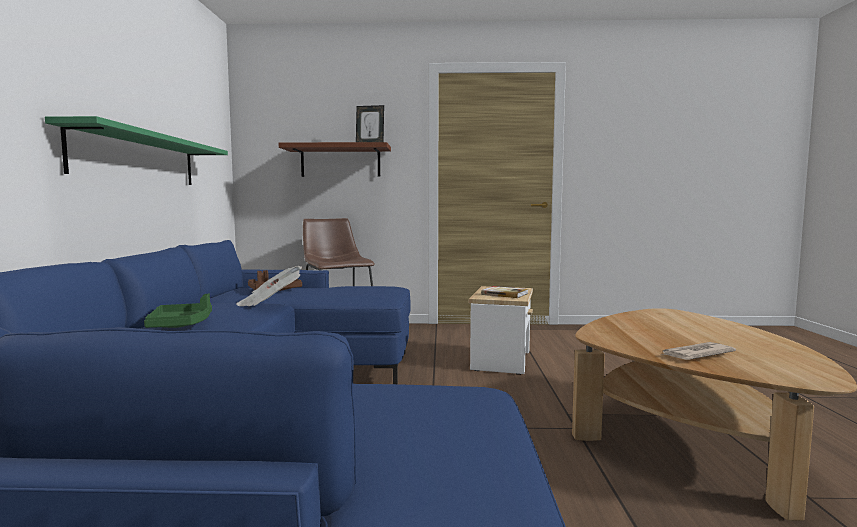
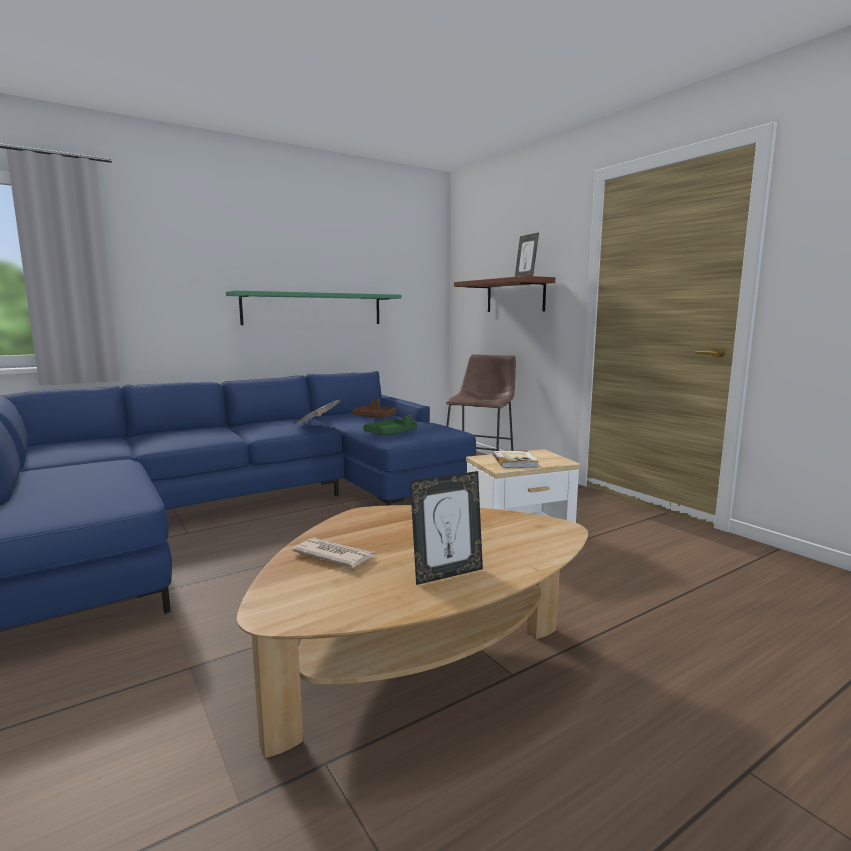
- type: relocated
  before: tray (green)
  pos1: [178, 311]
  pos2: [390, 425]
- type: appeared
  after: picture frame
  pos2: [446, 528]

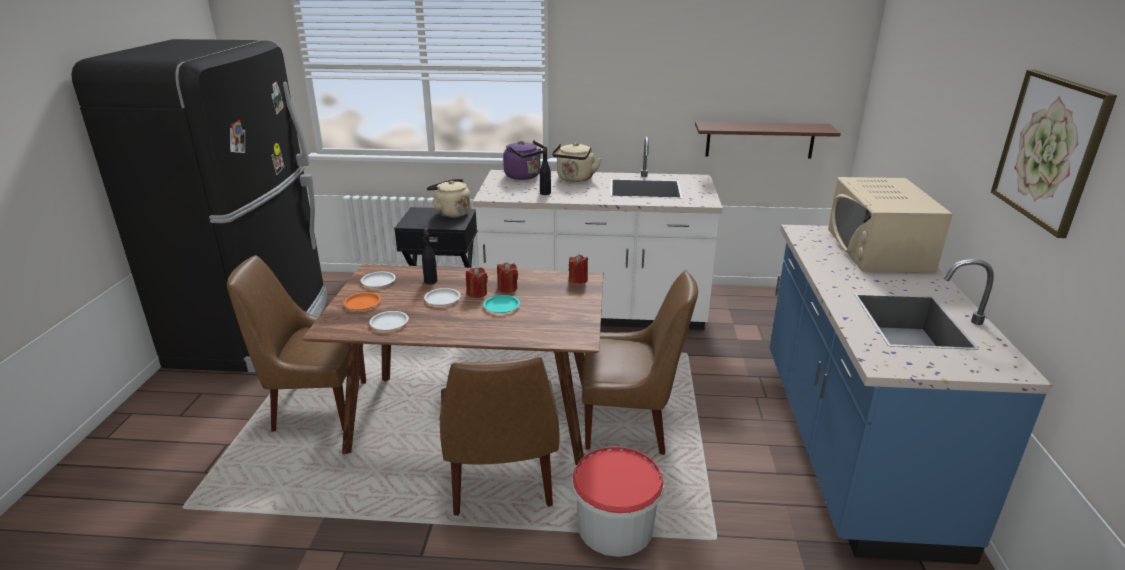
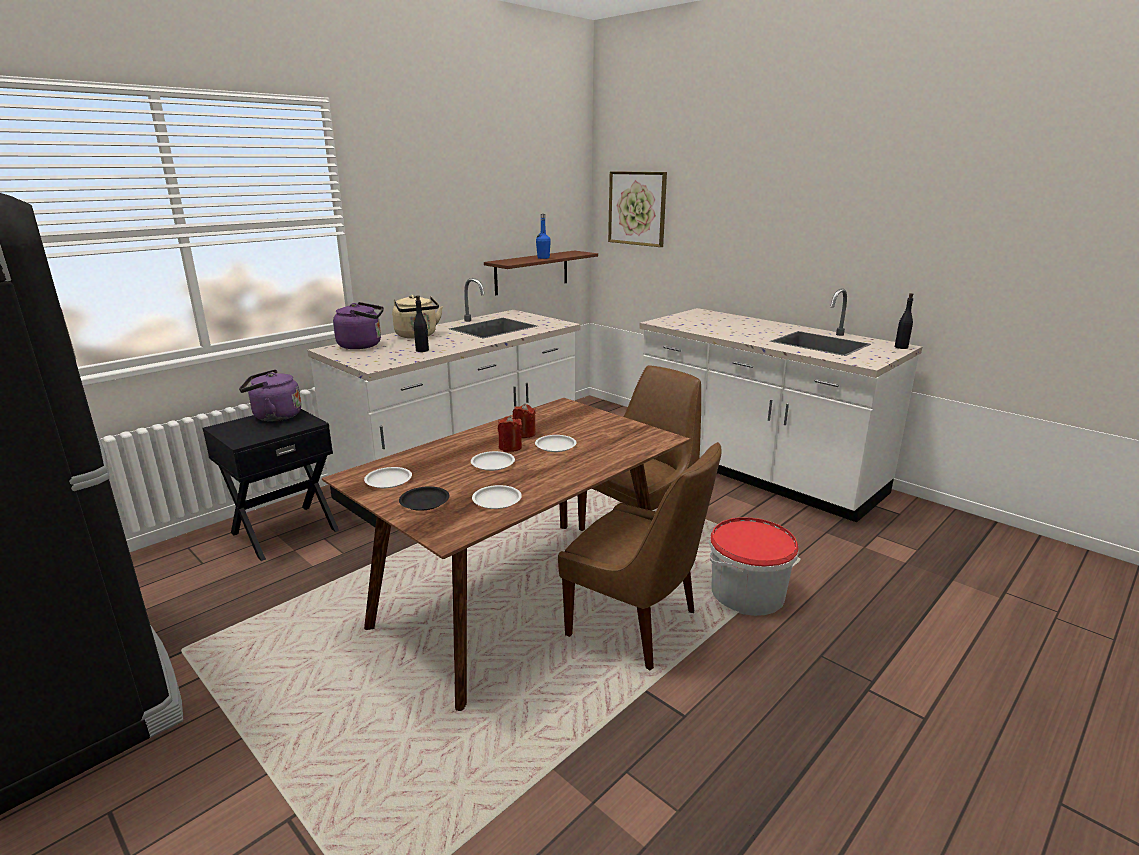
- type: relocated
  before: picture
  pos1: [1054, 153]
  pos2: [637, 209]
- type: missing
  before: microwave (beige)
  pos1: [890, 225]
- type: colour
  before: kettle (beige)
  after: kettle (purple)
  pos1: [449, 198]
  pos2: [270, 395]
- type: colour
  before: counter (blue)
  after: counter (white)
  pos1: [911, 395]
  pos2: [780, 405]
- type: relocated
  before: bottle (black)
  pos1: [429, 256]
  pos2: [904, 321]
- type: missing
  before: candle (red)
  pos1: [578, 269]
- type: missing
  before: chair (brown)
  pos1: [296, 343]
- type: colour
  before: plate (orange)
  after: plate (black)
  pos1: [362, 301]
  pos2: [424, 498]
- type: colour
  before: plate (turquoise)
  after: plate (white)
  pos1: [501, 304]
  pos2: [555, 443]
- type: appeared
  after: bottle (blue)
  pos2: [543, 236]

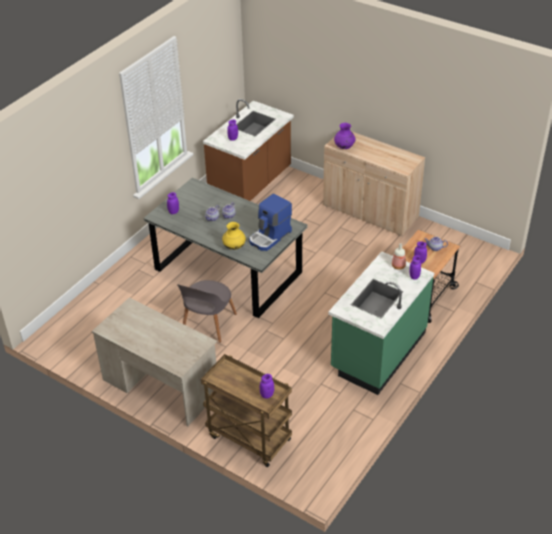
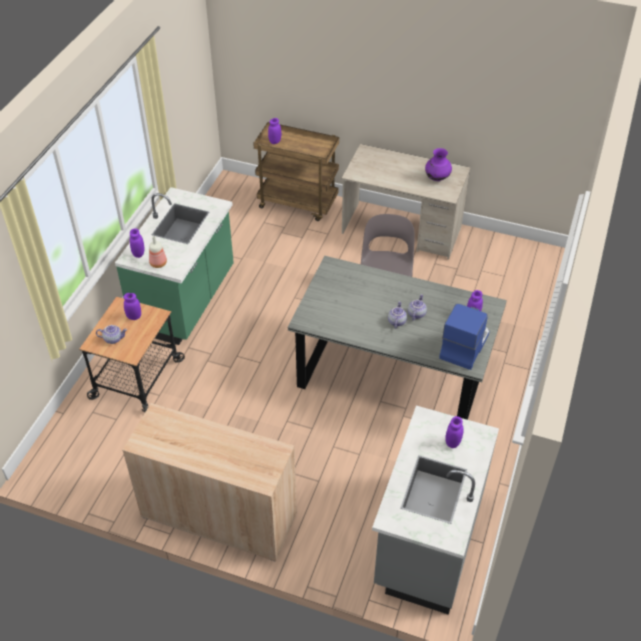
- type: colour
  before: counter (brown)
  after: counter (grey)
  pos1: [248, 150]
  pos2: [435, 510]
- type: relocated
  before: vase (purple)
  pos1: [345, 136]
  pos2: [438, 164]
- type: relocated
  before: coffee machine
  pos1: [270, 222]
  pos2: [464, 337]
- type: missing
  before: vase (yellow)
  pos1: [234, 236]

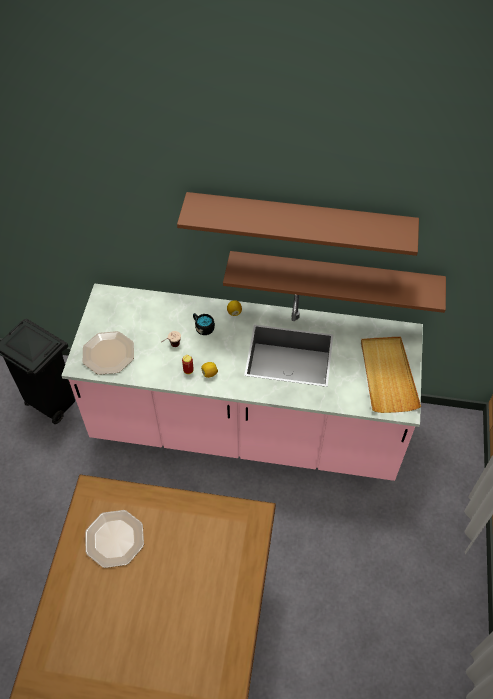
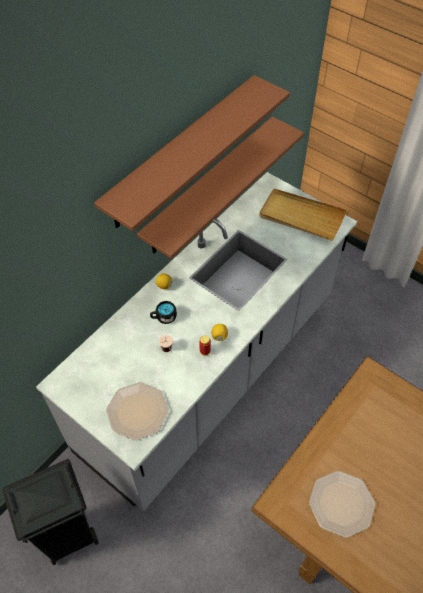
- type: colour
  before: counter (pink)
  after: counter (grey)
  pos1: [242, 382]
  pos2: [196, 341]

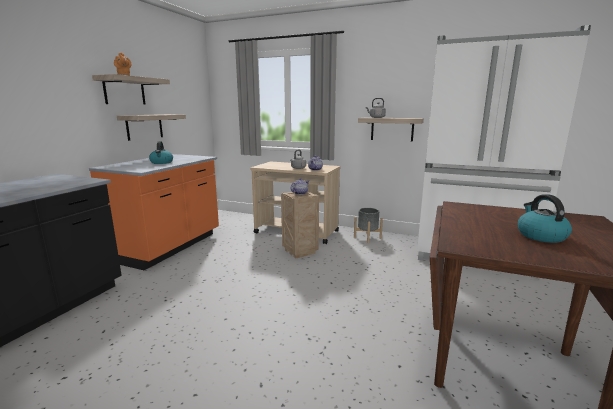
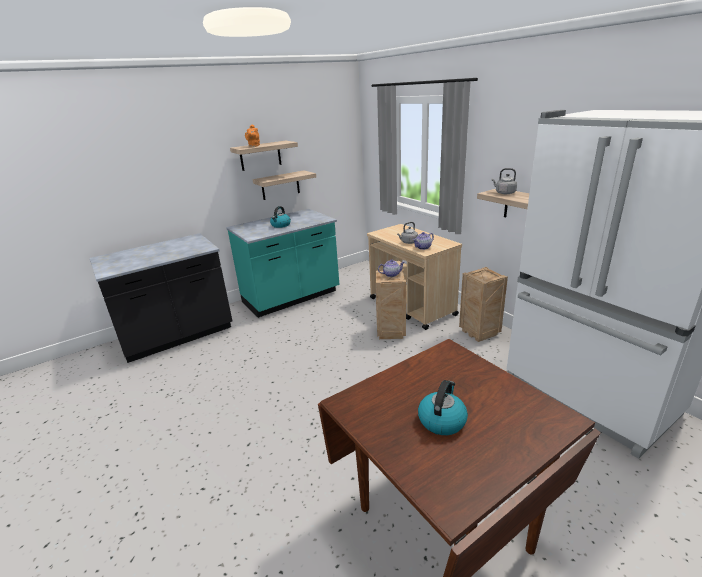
- type: colour
  before: counter (orange)
  after: counter (turquoise)
  pos1: [154, 212]
  pos2: [282, 263]
- type: exchanged
  before: planter (grey)
  after: crate
  pos1: [368, 225]
  pos2: [483, 304]

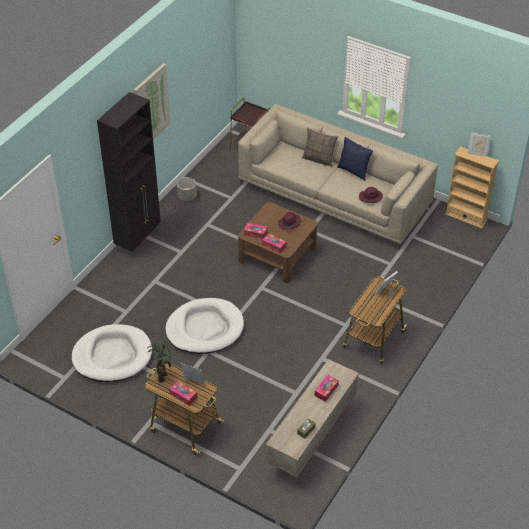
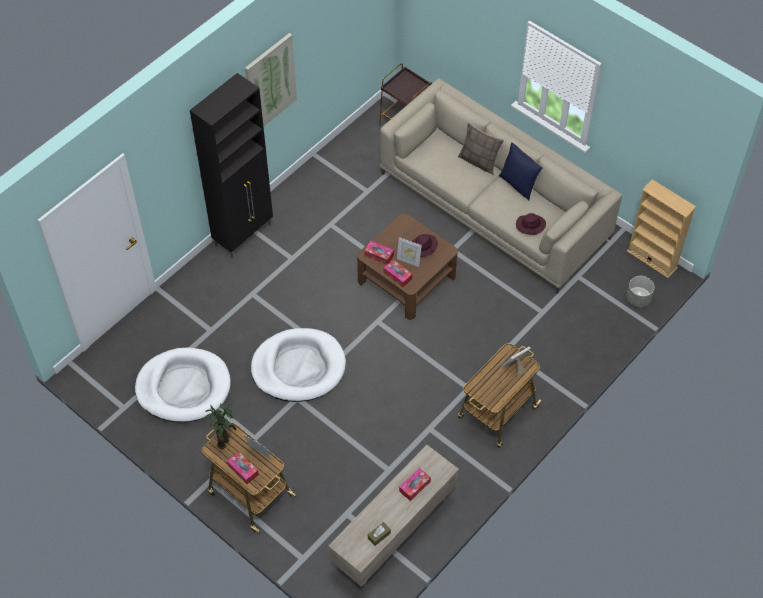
- type: relocated
  before: picture frame
  pos1: [479, 144]
  pos2: [409, 252]
- type: relocated
  before: planter (grey)
  pos1: [187, 189]
  pos2: [640, 291]

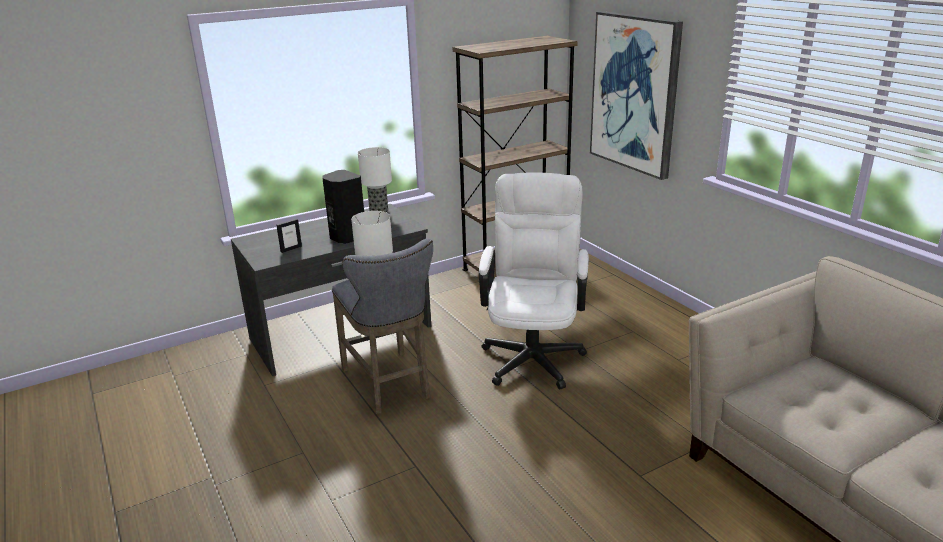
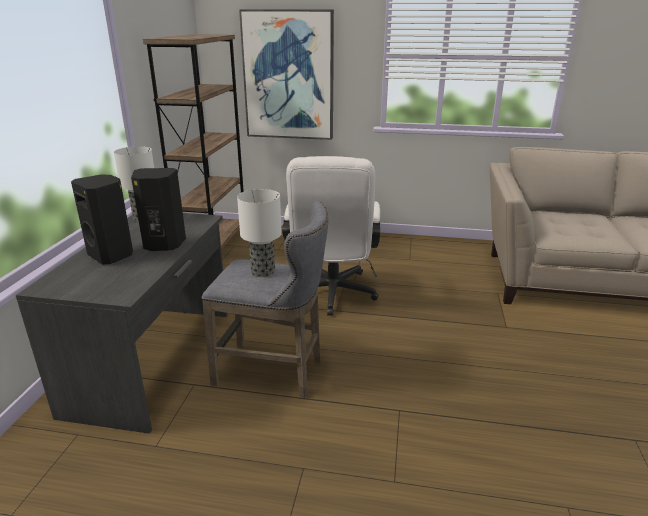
- type: spun
  before: office chair (white)
  pos1: [534, 281]
  pos2: [331, 236]
  turn: -135
- type: missing
  before: picture frame
  pos1: [289, 236]
- type: appeared
  after: speaker (black)
  pos2: [102, 219]

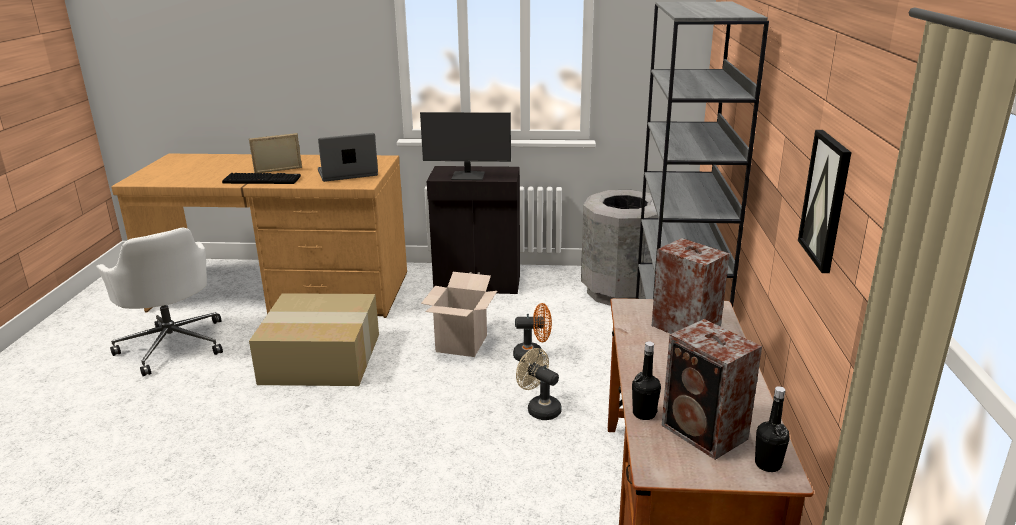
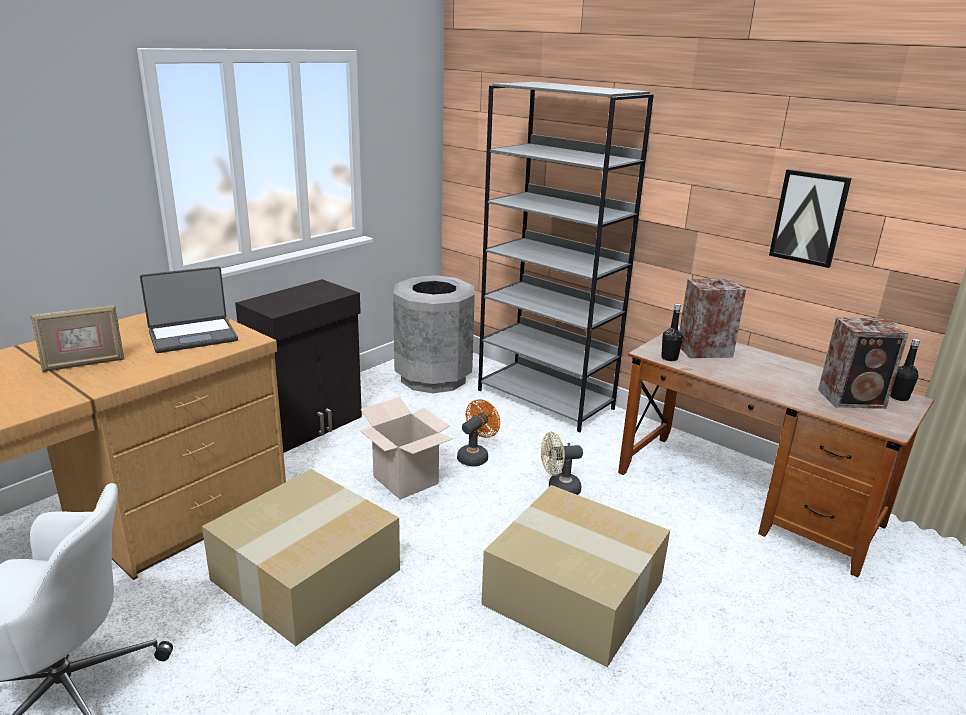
- type: missing
  before: monitor
  pos1: [465, 146]
- type: spun
  before: picture frame
  pos1: [275, 153]
  pos2: [77, 338]
  turn: -135
- type: spun
  before: laptop
  pos1: [348, 157]
  pos2: [189, 309]
  turn: -135
- type: missing
  before: keyboard
  pos1: [261, 178]
- type: relocated
  before: bottle (black)
  pos1: [646, 381]
  pos2: [672, 332]
- type: appeared
  after: cardboard box
  pos2: [575, 576]

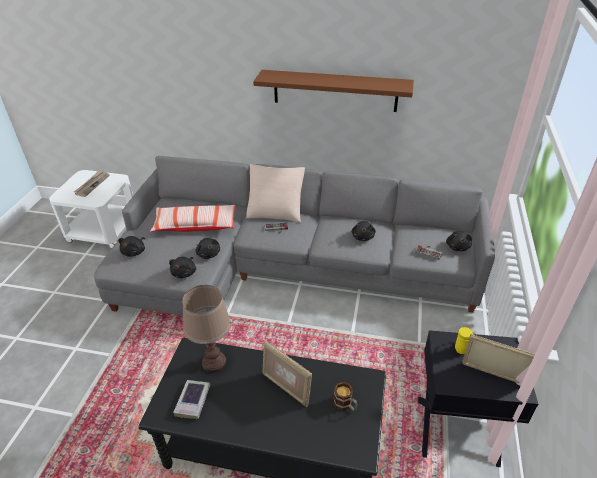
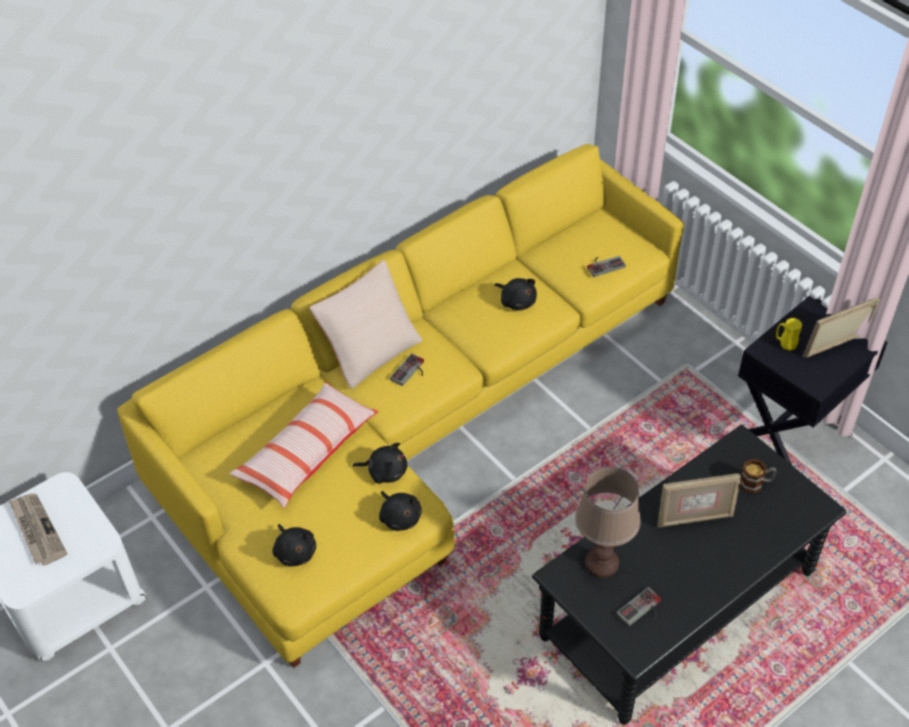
- type: missing
  before: shelf (brown)
  pos1: [333, 91]
- type: colour
  before: sofa (grey)
  after: sofa (yellow)
  pos1: [294, 236]
  pos2: [400, 406]
- type: missing
  before: plush toy (black)
  pos1: [459, 241]
- type: exchanged
  before: book
  after: game controller
  pos1: [191, 399]
  pos2: [638, 606]

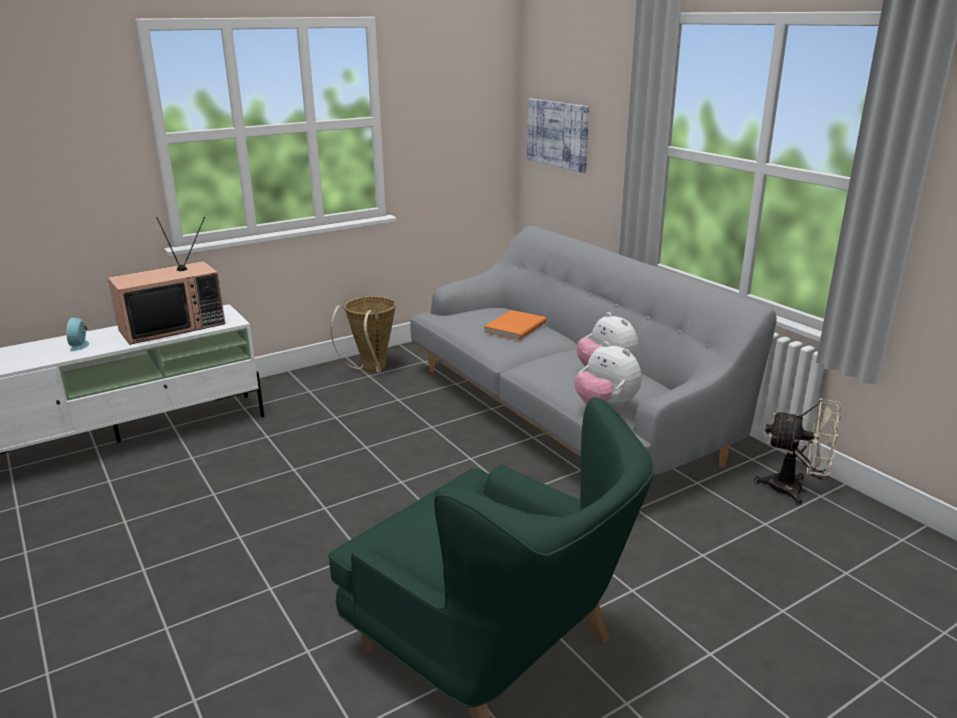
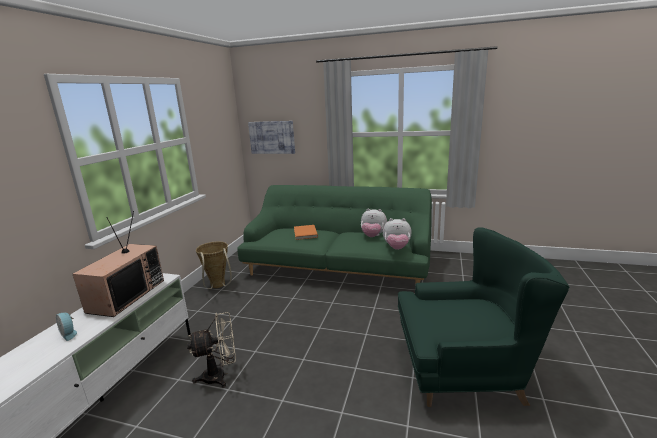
- type: colour
  before: sofa (grey)
  after: sofa (green)
  pos1: [593, 350]
  pos2: [334, 234]
- type: relocated
  before: fan (beige)
  pos1: [797, 451]
  pos2: [211, 350]

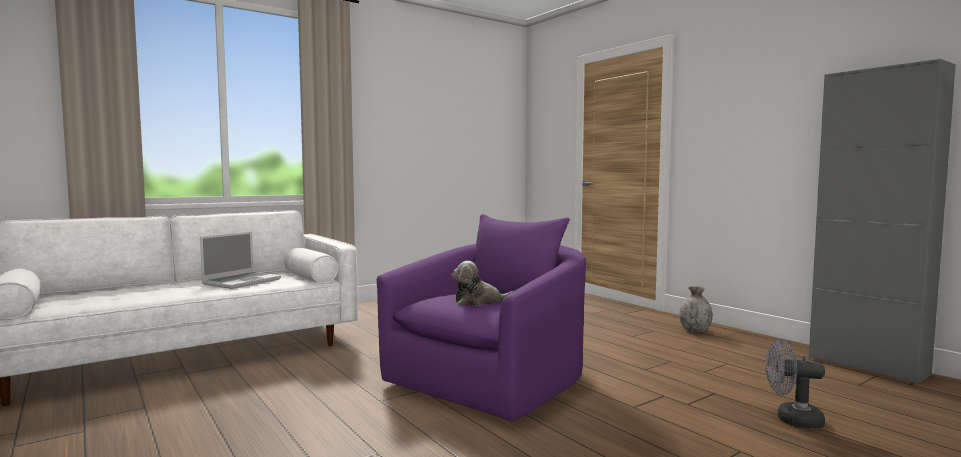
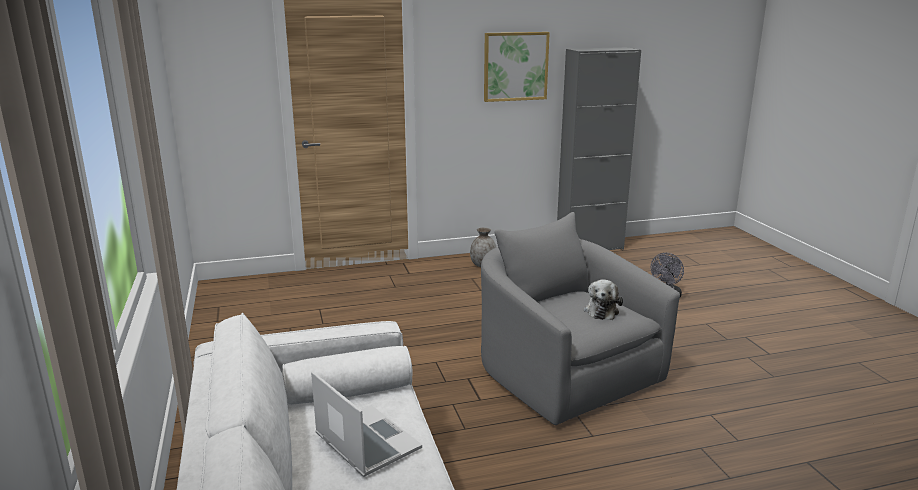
- type: colour
  before: armchair (purple)
  after: armchair (grey)
  pos1: [481, 318]
  pos2: [580, 318]
- type: appeared
  after: picture
  pos2: [517, 67]

